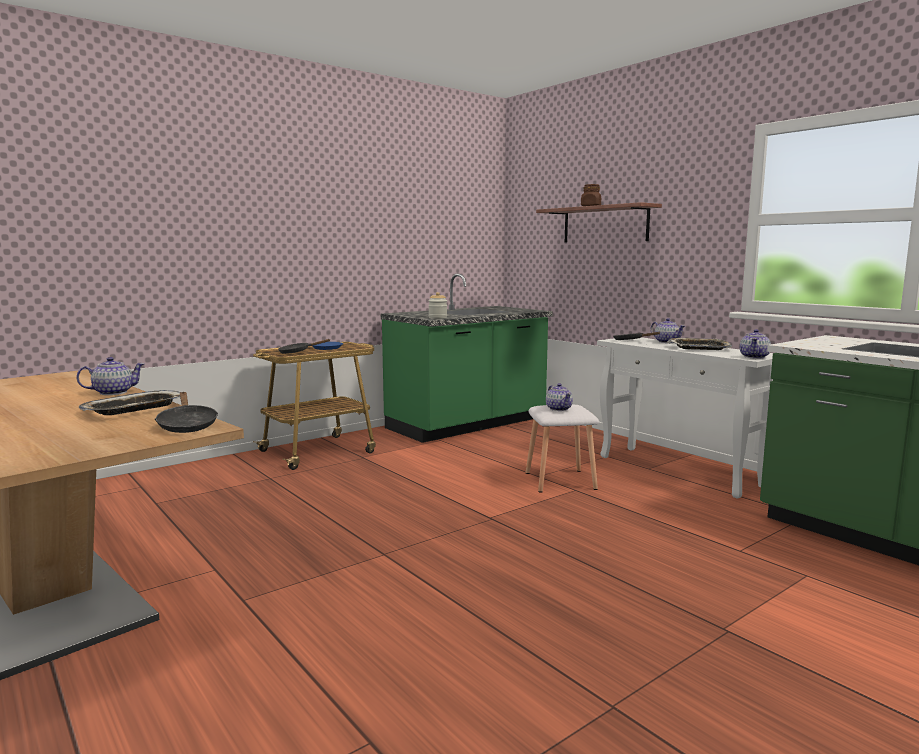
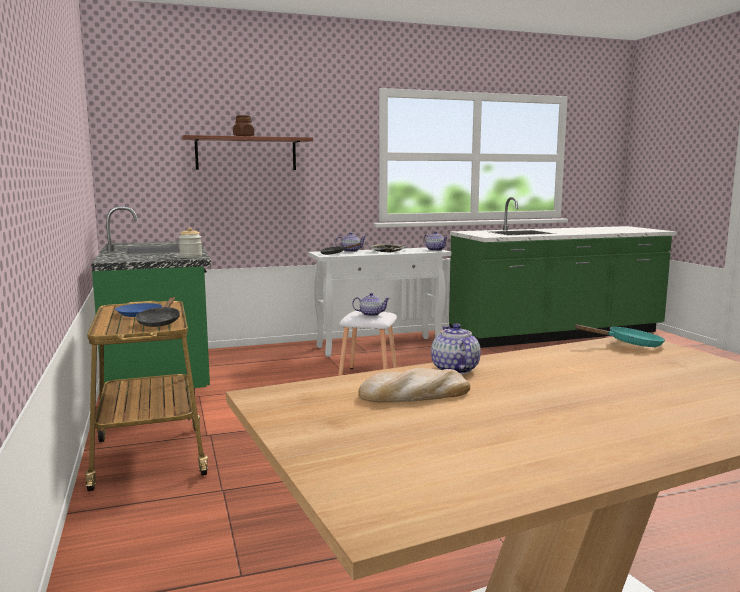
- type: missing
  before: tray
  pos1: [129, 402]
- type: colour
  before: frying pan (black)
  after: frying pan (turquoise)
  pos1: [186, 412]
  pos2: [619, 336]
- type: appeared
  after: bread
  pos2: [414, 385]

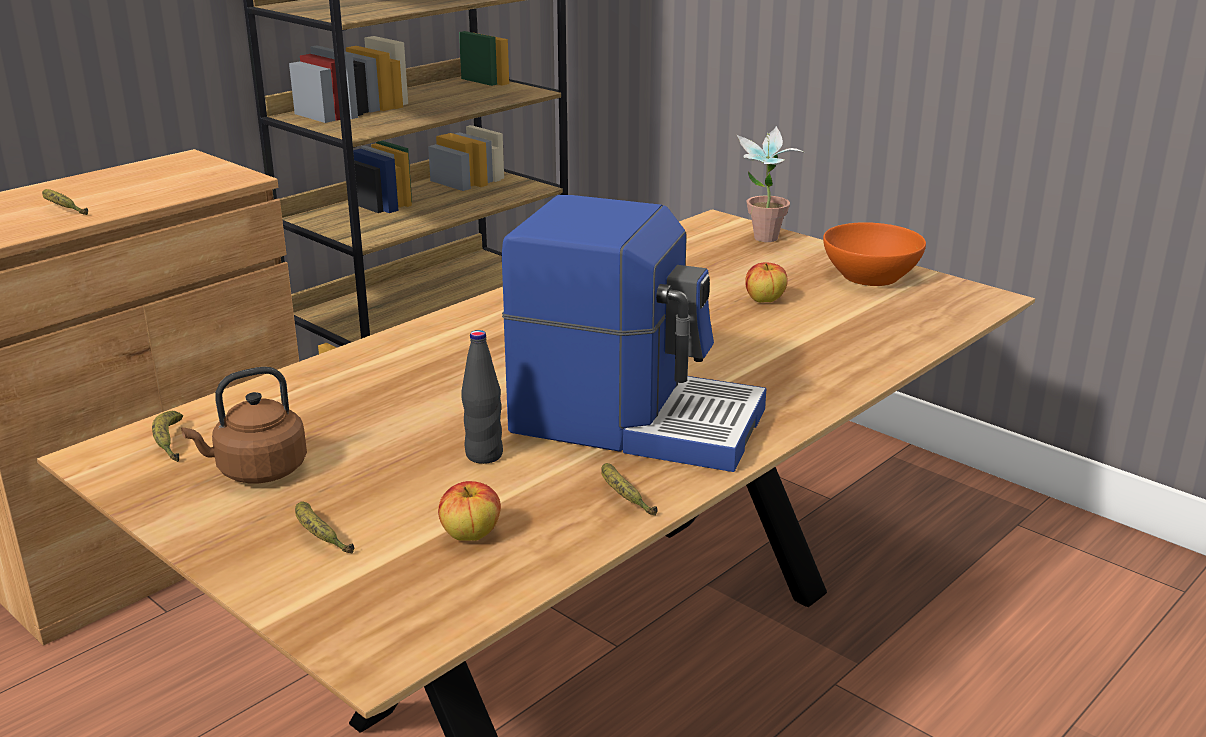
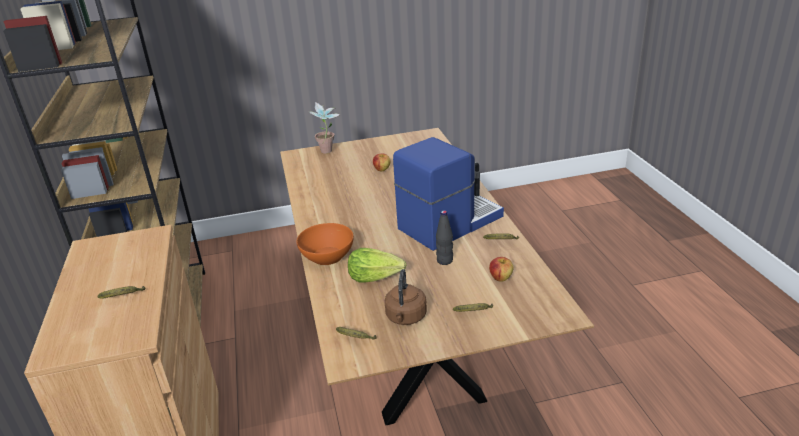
- type: relocated
  before: bowl (orange)
  pos1: [874, 254]
  pos2: [325, 244]
- type: appeared
  after: lettuce
  pos2: [377, 265]

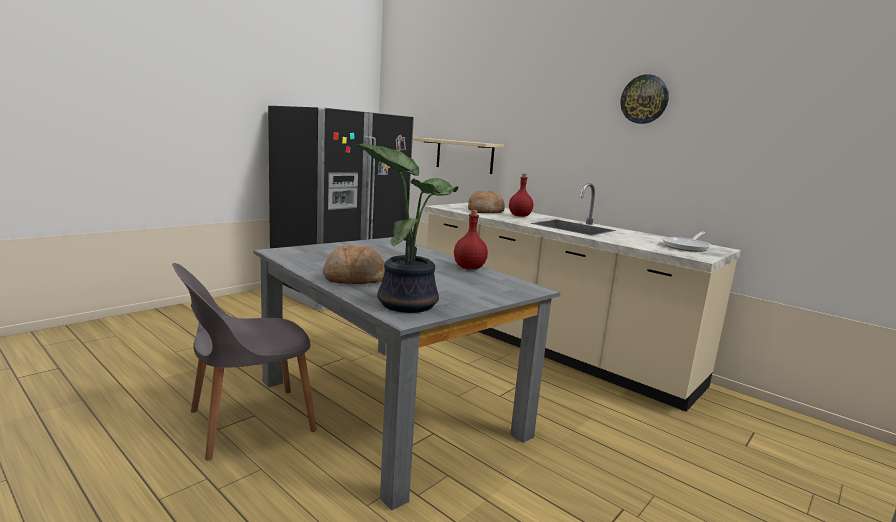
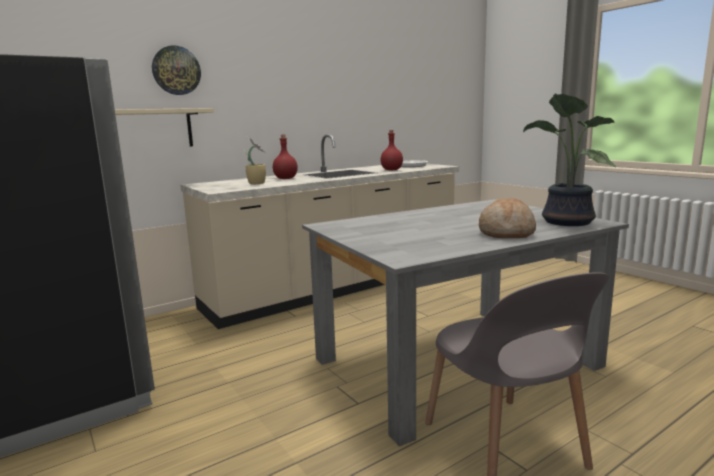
- type: relocated
  before: wall clock
  pos1: [644, 99]
  pos2: [176, 70]
- type: exchanged
  before: bread
  after: potted plant
  pos1: [486, 202]
  pos2: [255, 160]
- type: relocated
  before: bottle (red)
  pos1: [471, 240]
  pos2: [391, 150]

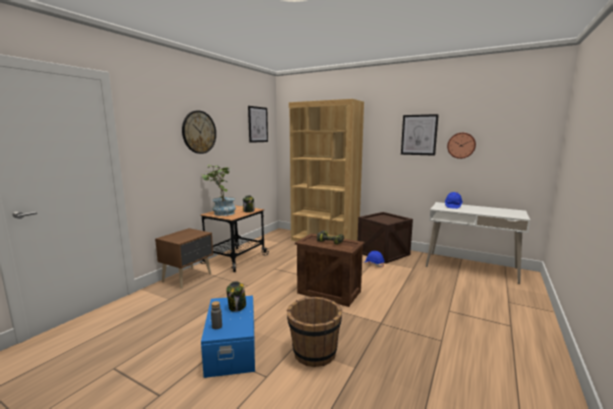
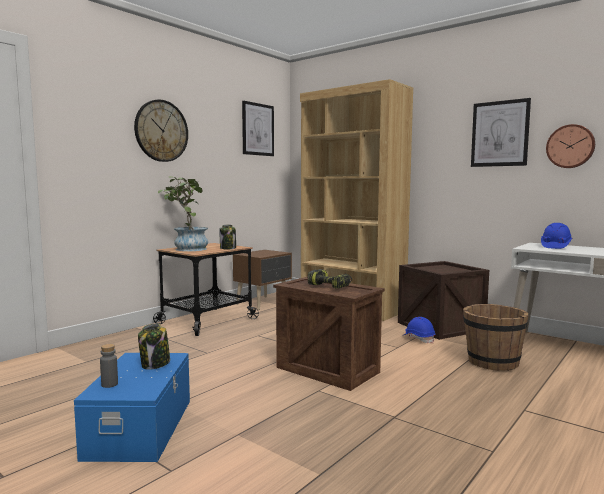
- type: relocated
  before: nightstand (brown)
  pos1: [184, 258]
  pos2: [262, 280]
- type: relocated
  before: bucket (brown)
  pos1: [314, 332]
  pos2: [496, 337]

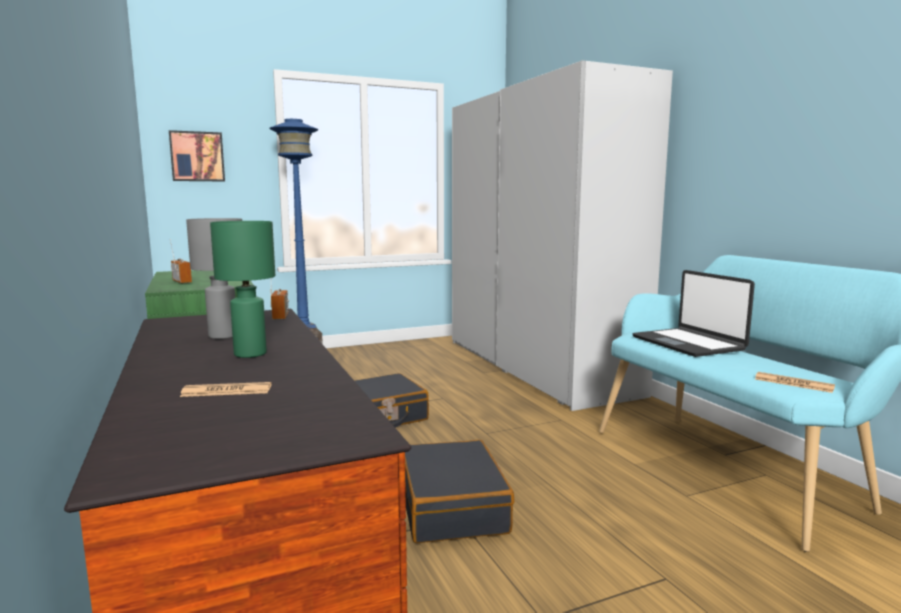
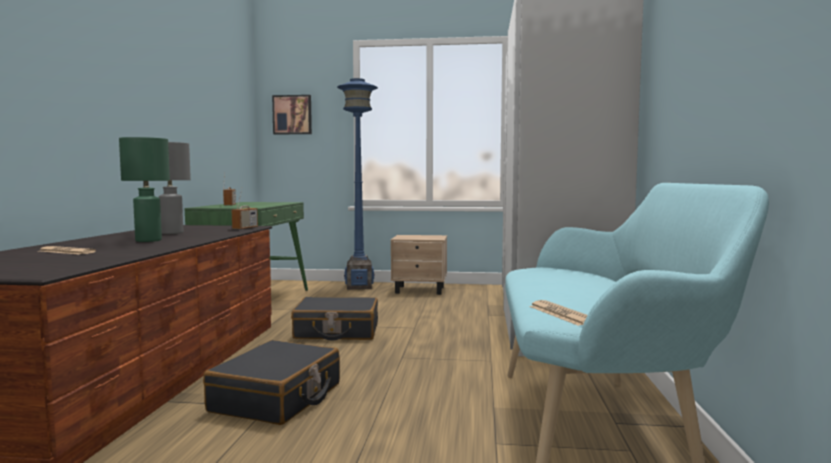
- type: missing
  before: laptop
  pos1: [693, 313]
- type: appeared
  after: nightstand (beige)
  pos2: [419, 265]

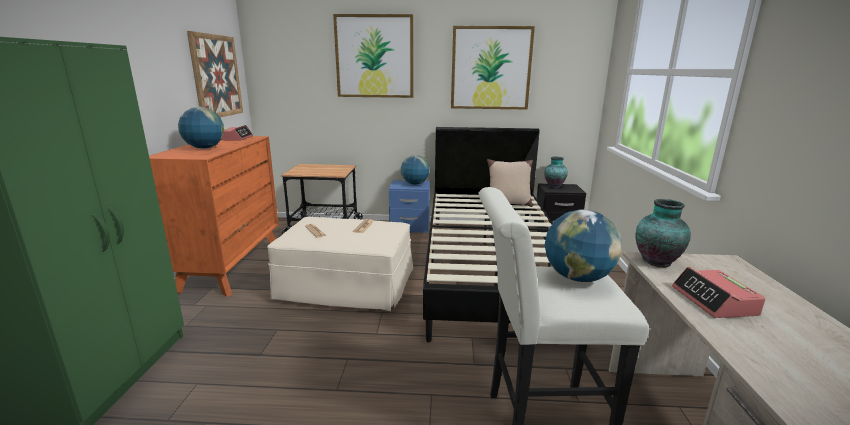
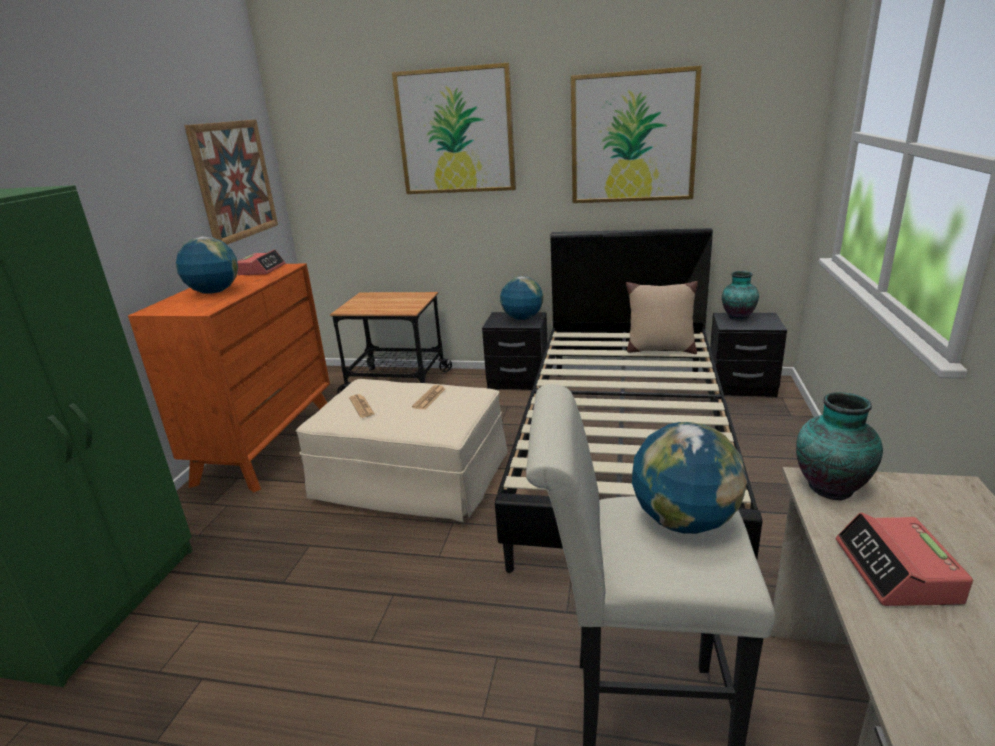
- type: colour
  before: nightstand (blue)
  after: nightstand (black)
  pos1: [409, 206]
  pos2: [514, 351]

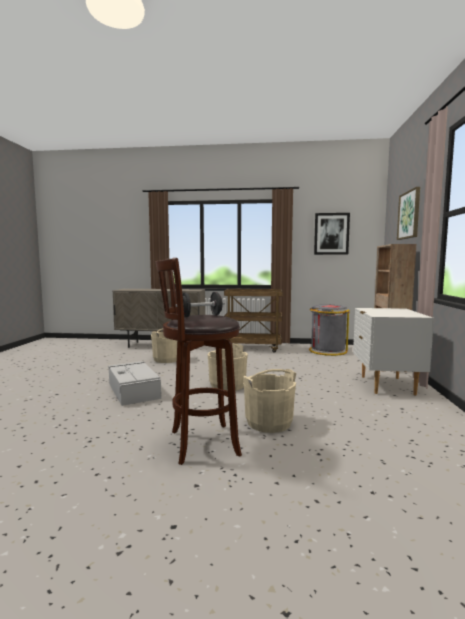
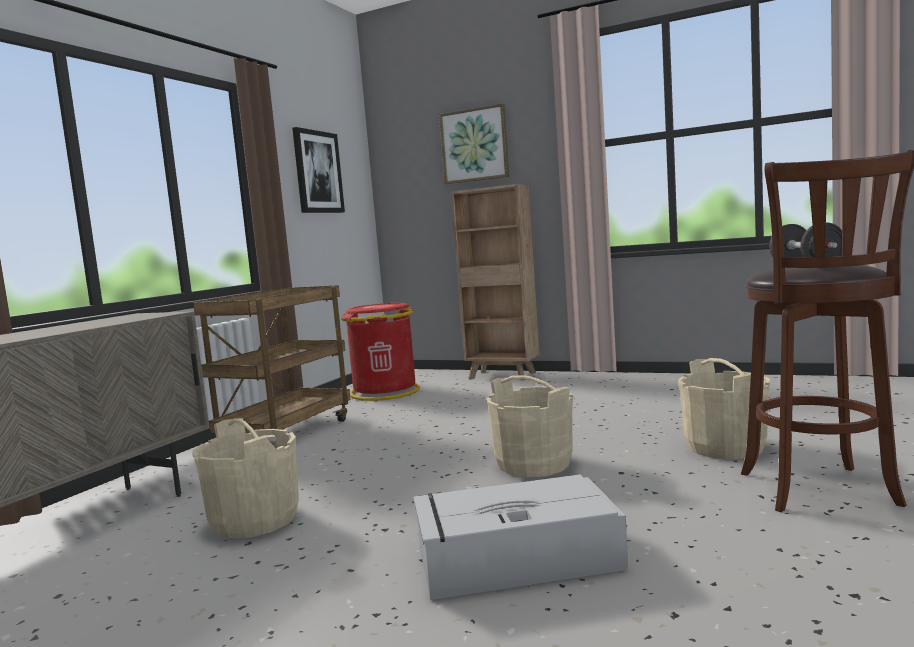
- type: colour
  before: trash can (grey)
  after: trash can (red)
  pos1: [329, 330]
  pos2: [380, 352]
- type: missing
  before: nightstand (white)
  pos1: [393, 351]

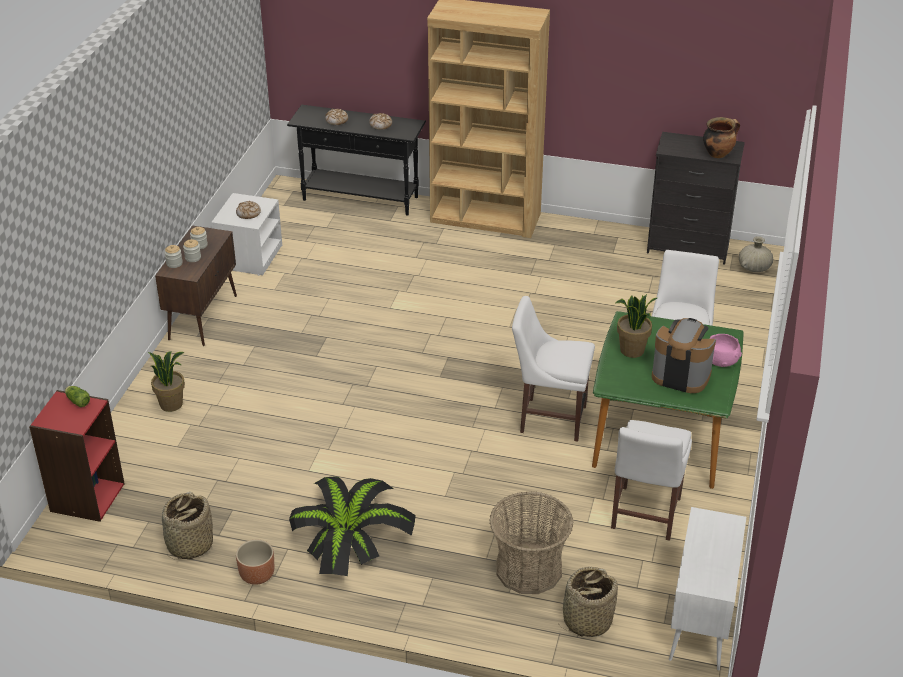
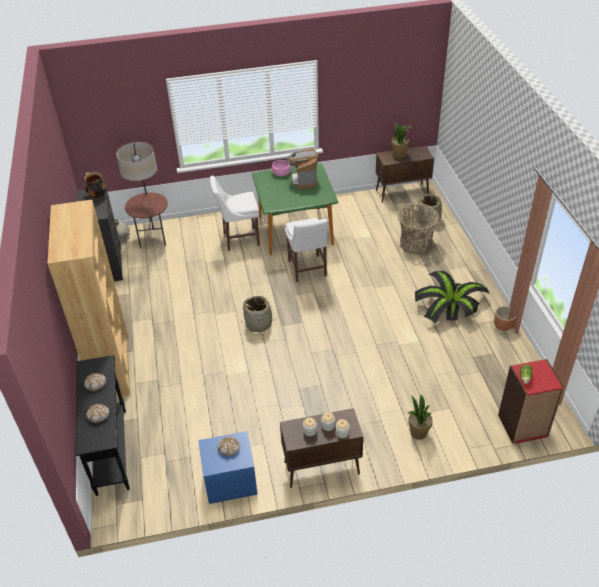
- type: colour
  before: nightstand (white)
  after: nightstand (blue)
  pos1: [246, 234]
  pos2: [228, 467]
- type: relocated
  before: potted plant
  pos1: [636, 326]
  pos2: [401, 141]
- type: missing
  before: chair (white)
  pos1: [651, 480]
- type: relocated
  before: basket
  pos1: [187, 526]
  pos2: [259, 314]
- type: colour
  before: cabinet (white)
  after: cabinet (brown)
  pos1: [707, 588]
  pos2: [405, 174]
- type: appeared
  after: floor lamp
  pos2: [142, 193]

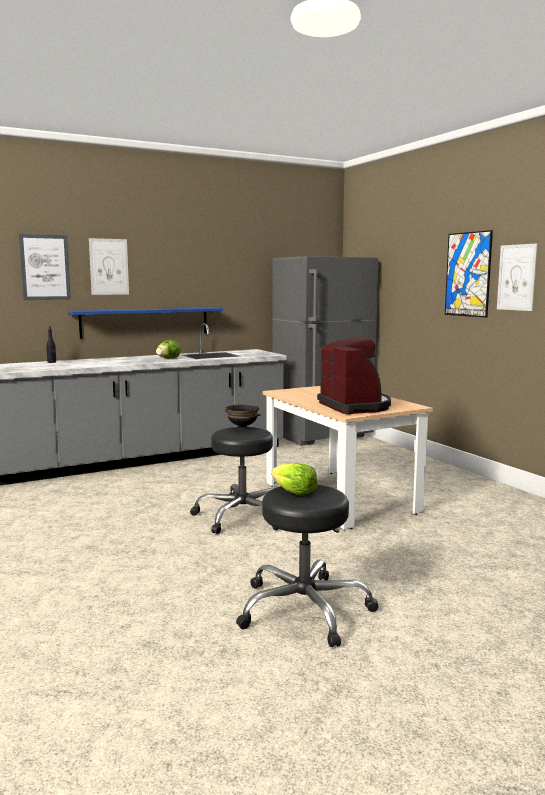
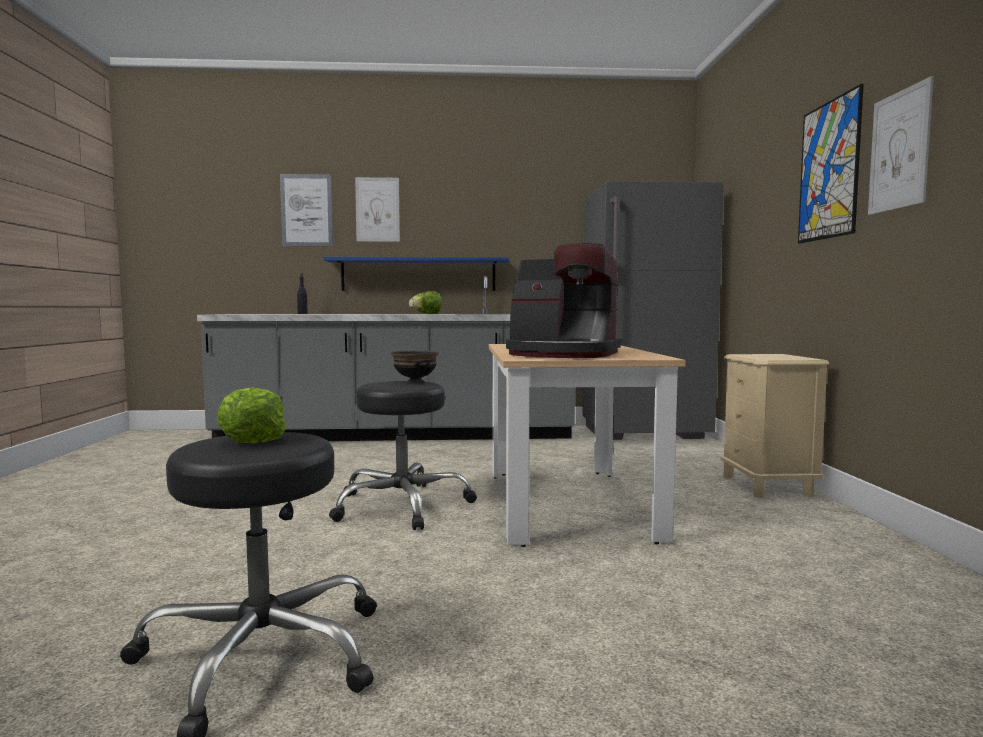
- type: spun
  before: coffee machine
  pos1: [354, 375]
  pos2: [563, 300]
  turn: 105
- type: appeared
  after: nightstand (beige)
  pos2: [774, 426]

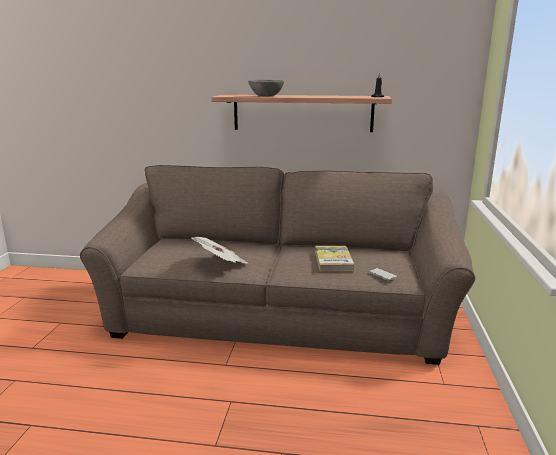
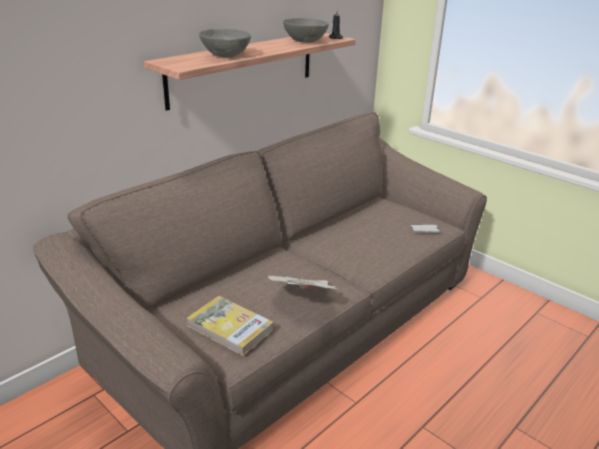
- type: relocated
  before: book
  pos1: [334, 258]
  pos2: [229, 326]
- type: appeared
  after: bowl (grey)
  pos2: [306, 30]

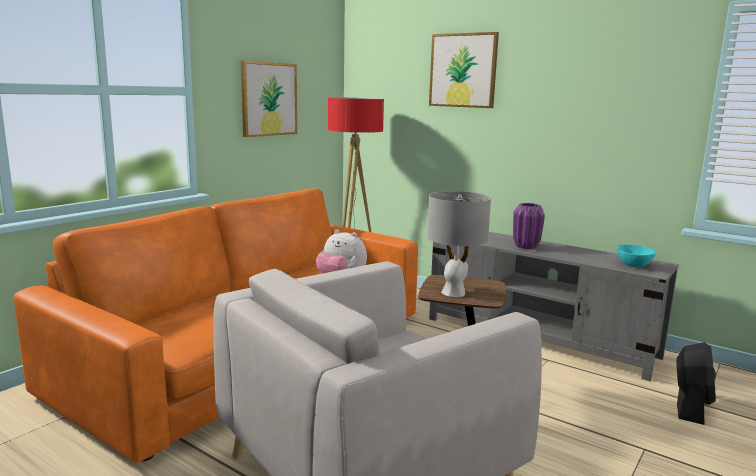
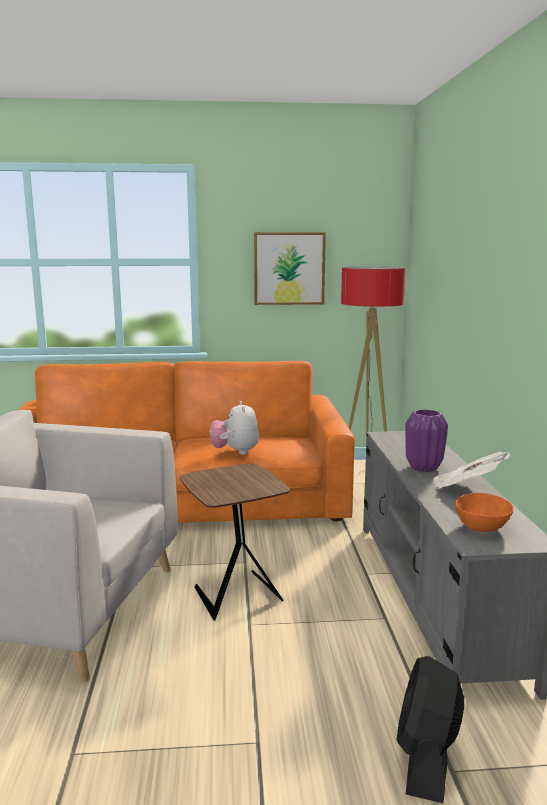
- type: missing
  before: picture
  pos1: [464, 70]
- type: missing
  before: table lamp (grey)
  pos1: [459, 244]
- type: colour
  before: bowl (turquoise)
  after: bowl (orange)
  pos1: [636, 256]
  pos2: [484, 512]
- type: spun
  before: fan (black)
  pos1: [696, 383]
  pos2: [430, 729]
  turn: 120
- type: appeared
  after: newspaper
  pos2: [471, 470]

